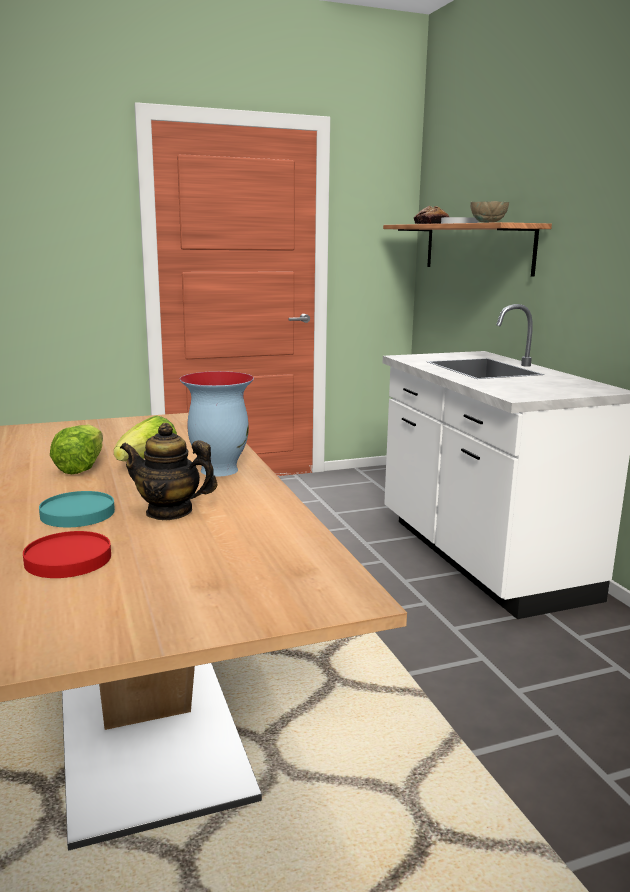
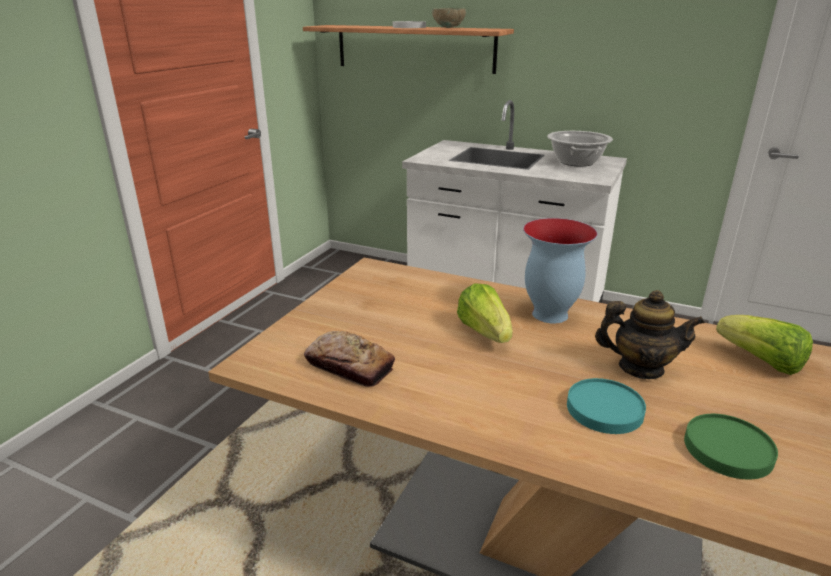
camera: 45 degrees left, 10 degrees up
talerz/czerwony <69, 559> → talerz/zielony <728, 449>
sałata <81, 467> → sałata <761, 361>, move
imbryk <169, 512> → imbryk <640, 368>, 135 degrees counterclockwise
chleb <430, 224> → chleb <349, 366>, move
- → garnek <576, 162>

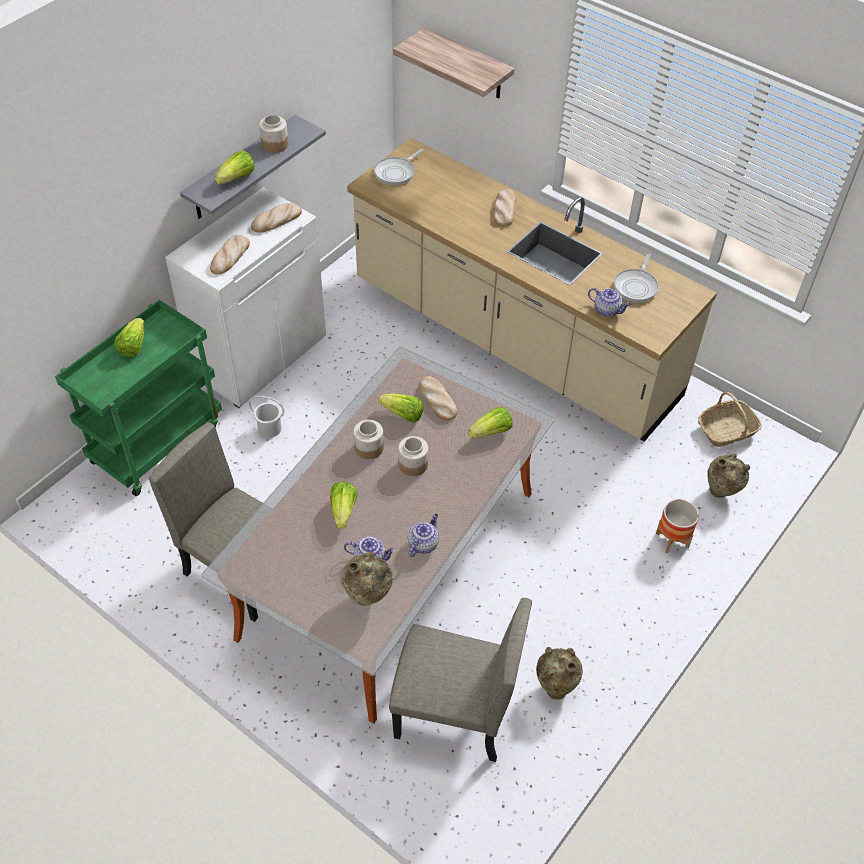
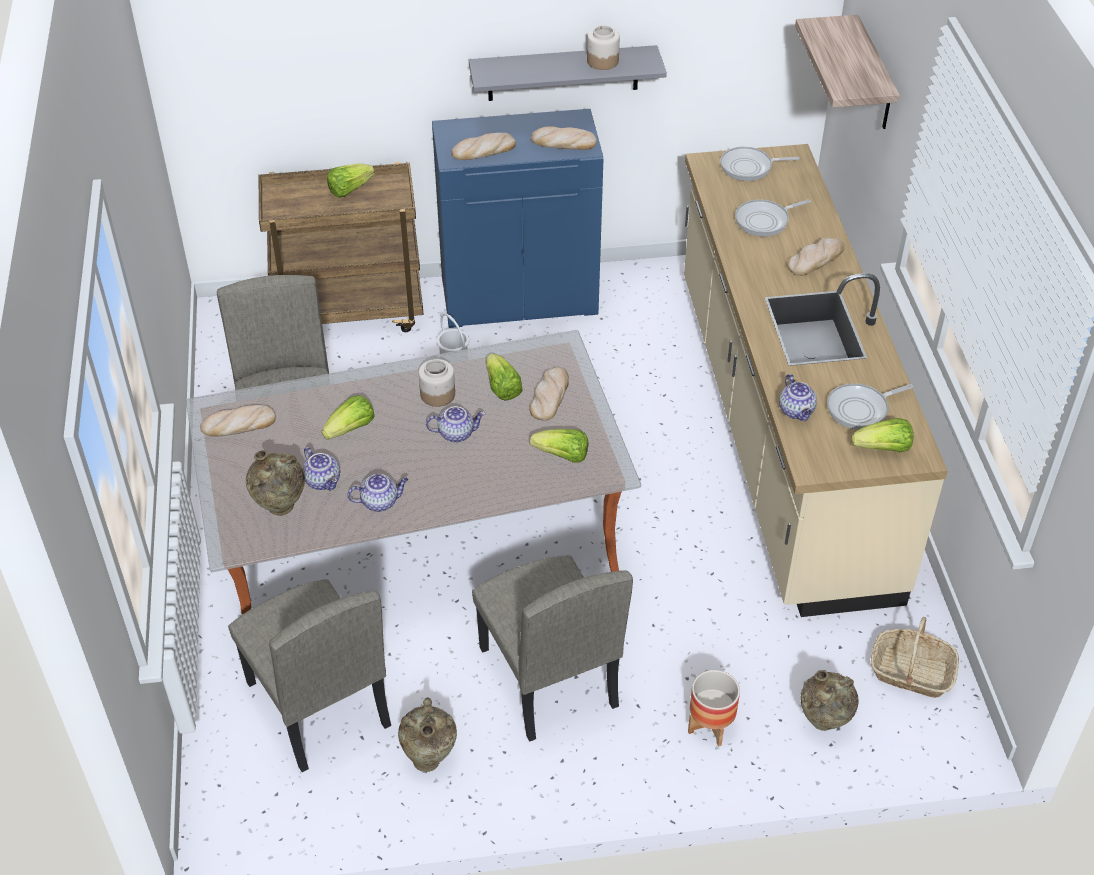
camera: 45 degrees right, 5 degrees down
wózek/zielony <157, 442> → wózek/brązowy <351, 312>
szafka/biały <260, 355> → szafka/niebieski <520, 295>
sałata <237, 178> → sałata <883, 448>, move
słoik <412, 464> → imbryk <456, 433>
- → chleb <238, 424>
- → krzesło/beżowy <547, 677>
- → patelnia <765, 221>

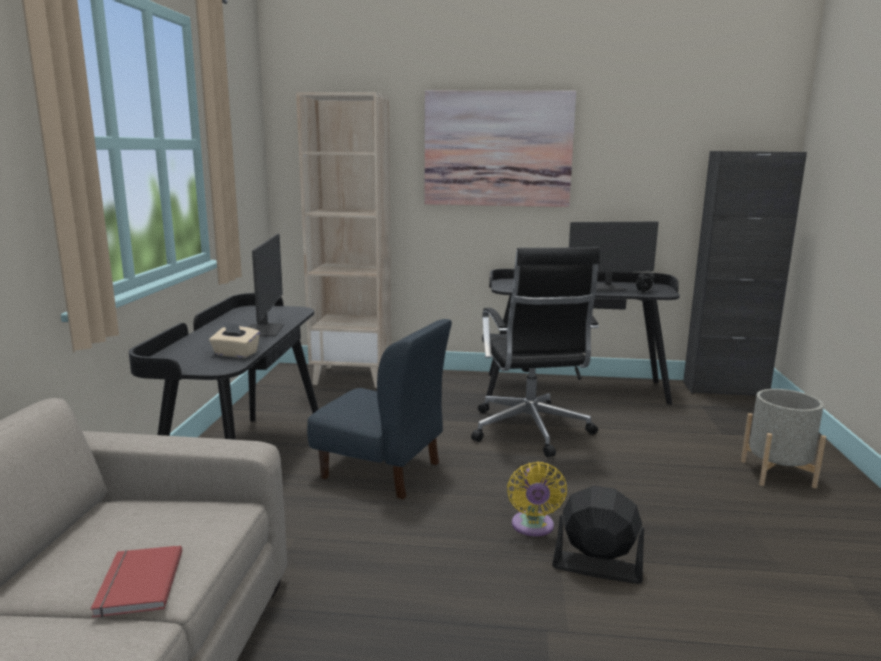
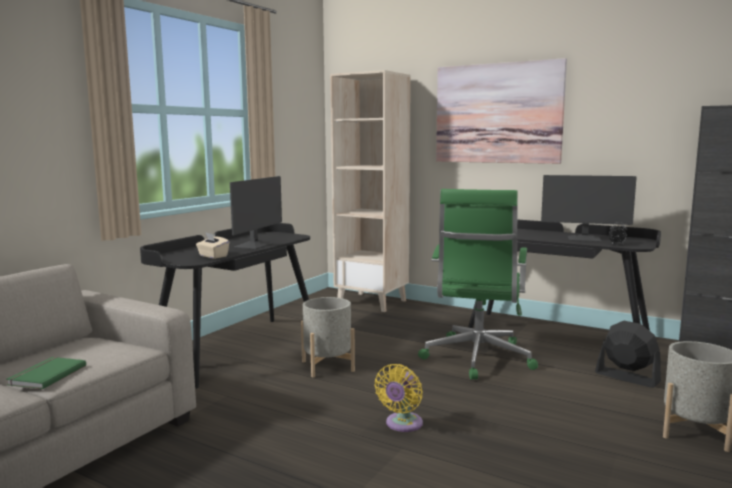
camera: 25 degrees right, 5 degrees down
książka/czerwony <136, 584> → książka/zielony <46, 375>
krzesło/niebieski <382, 470> → donica/szary <327, 366>
krzesło biurowe/czarny <530, 431> → krzesło biurowe/zielony <477, 359>
wentylator/czarny <596, 567> → wentylator/czarny <626, 377>, move

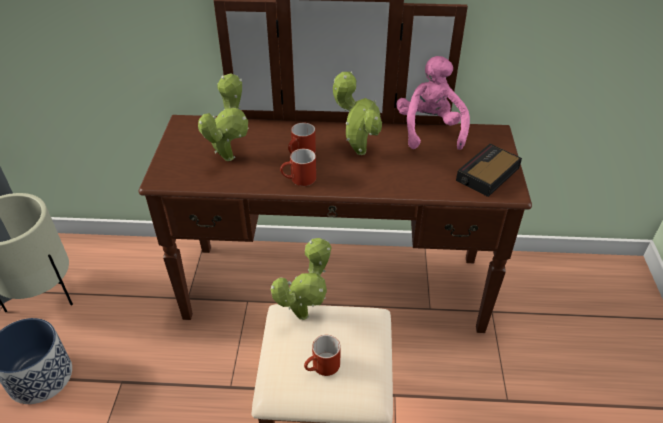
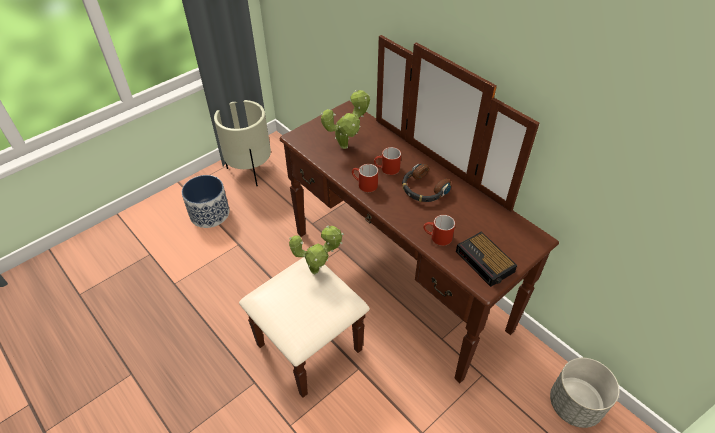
camera: 45 degrees right, 5 degrees up
kubek/czerwony <322, 368> → kubek/czerwony <437, 238>, move
roślina doniczkowa <357, 150> → słuchawki <423, 189>
pluszak/różowy <429, 130> → -
budzik <487, 175> → budzik <485, 262>, 120 degrees counterclockwise
- → donica/szary <574, 404>

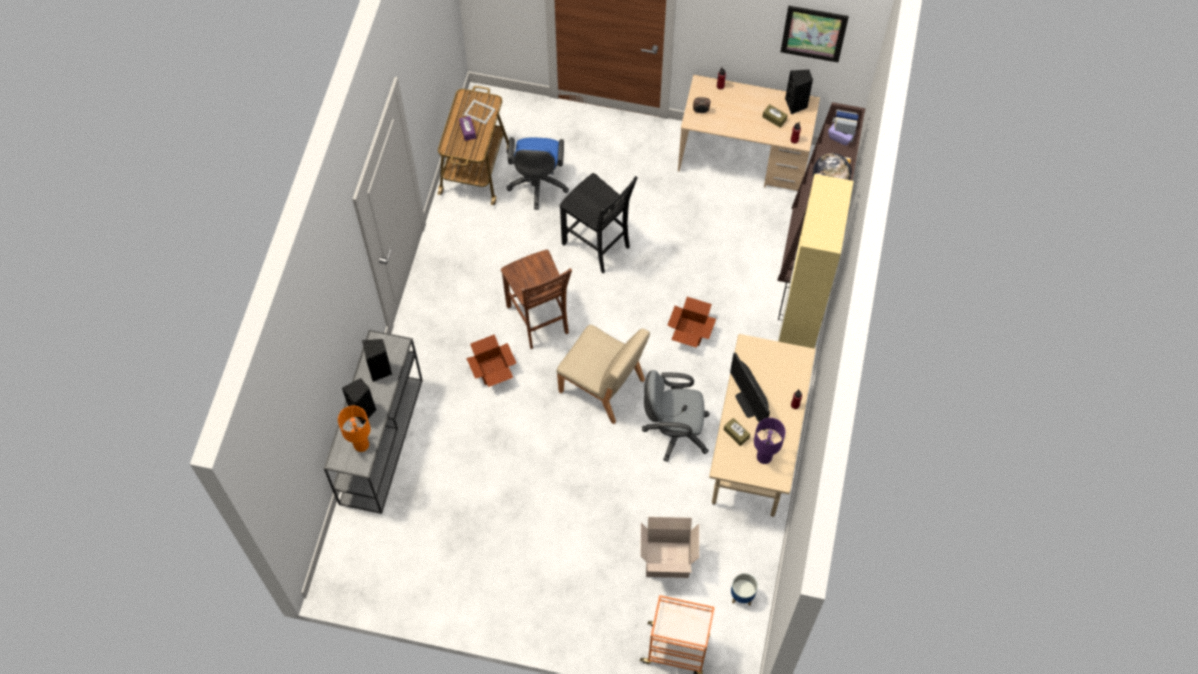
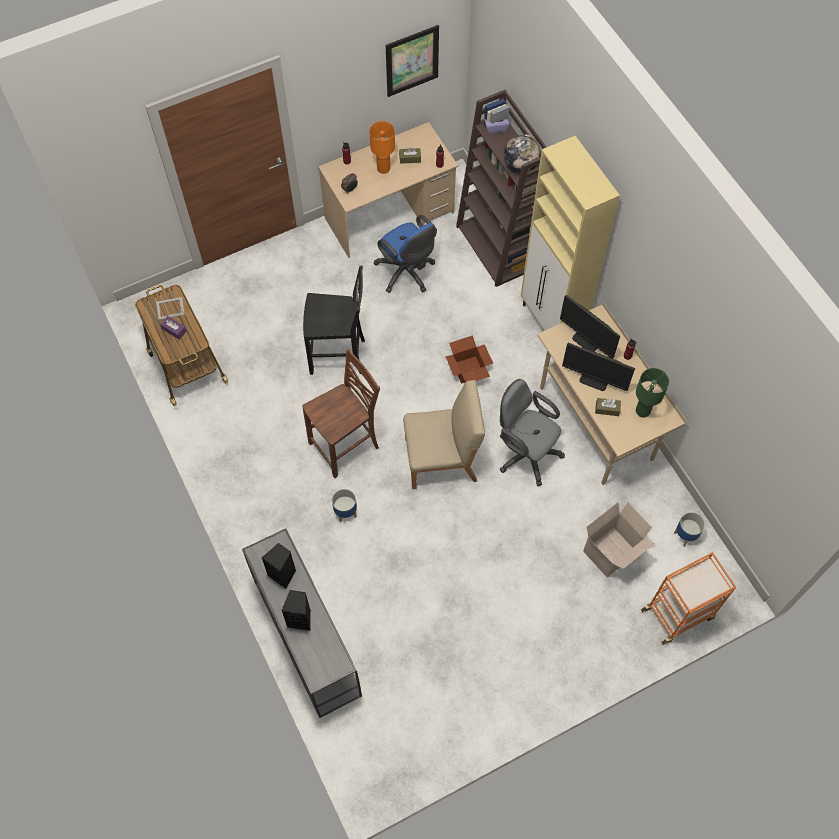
camera: 40 degrees left, 0 degrees up
lampa stołowa/pomarańczowy <361, 445> → lampa stołowa/pomarańczowy <383, 169>, move
karton <492, 370> → donica <345, 512>
krzesło/brązowy <538, 320> → krzesło/brązowy <346, 446>, 60 degrees counterclockwise
krzesło biurowe/niebieski <537, 185> → krzesło biurowe/niebieski <407, 273>, move
krzesło biurowe/szary <673, 431> → krzesło biurowe/szary <525, 452>, 75 degrees clockwise
lampa stołowa/fioletowy <764, 456> → lampa stołowa/zielony <643, 410>
głośnik/czarny <796, 105> → -
- → monitor <587, 340>

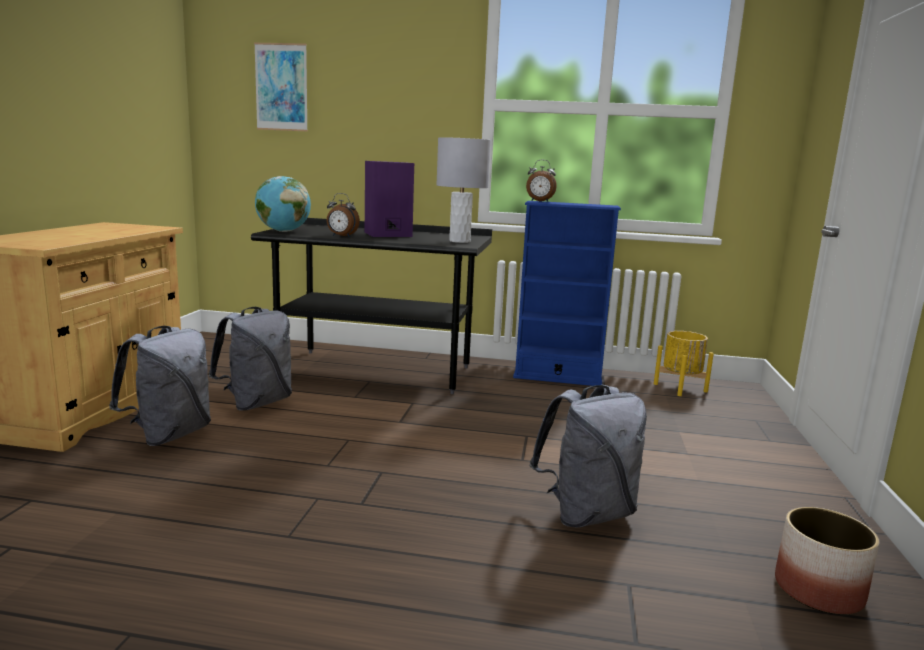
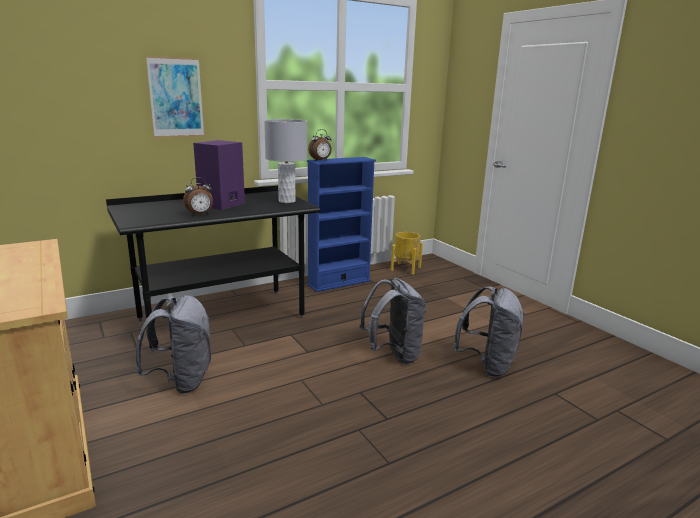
camera: 40 degrees left, 5 degrees up
plecak/szary <169, 435> → plecak/szary <393, 355>, move
obraz <281, 87> → obraz <176, 97>, move
globus <283, 231> → -
donica <818, 591> → -

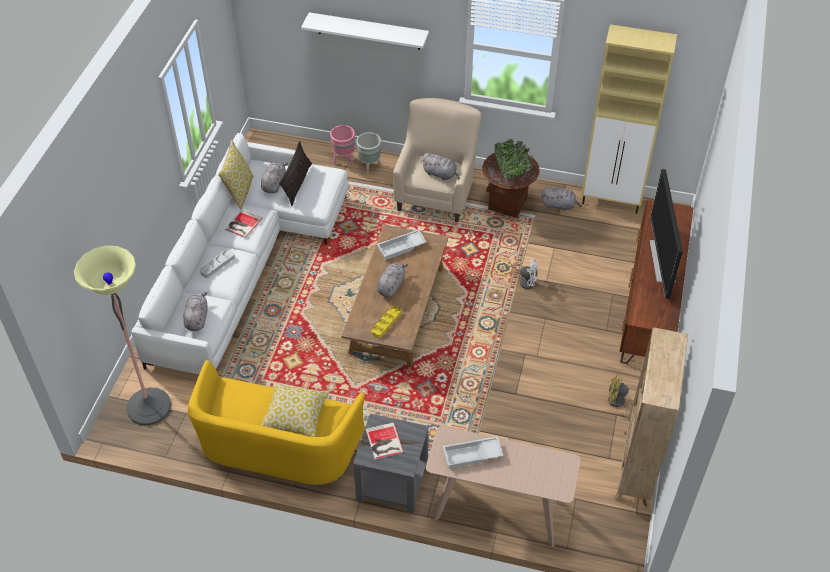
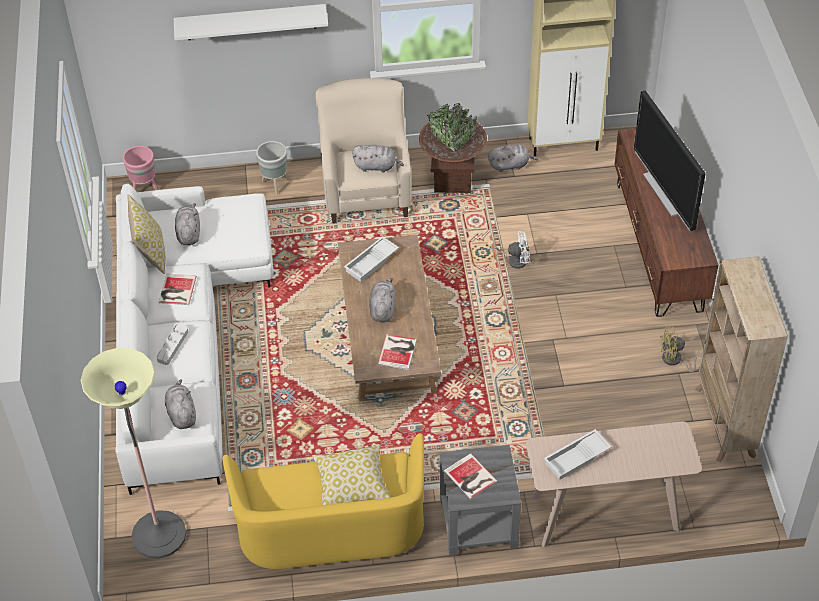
camera: 20 degrees left, 0 degrees up
poduszka <297, 183> → -
donica/różowy <343, 160> → donica/różowy <144, 188>, move
taca/żółty <386, 323> → książka <398, 351>

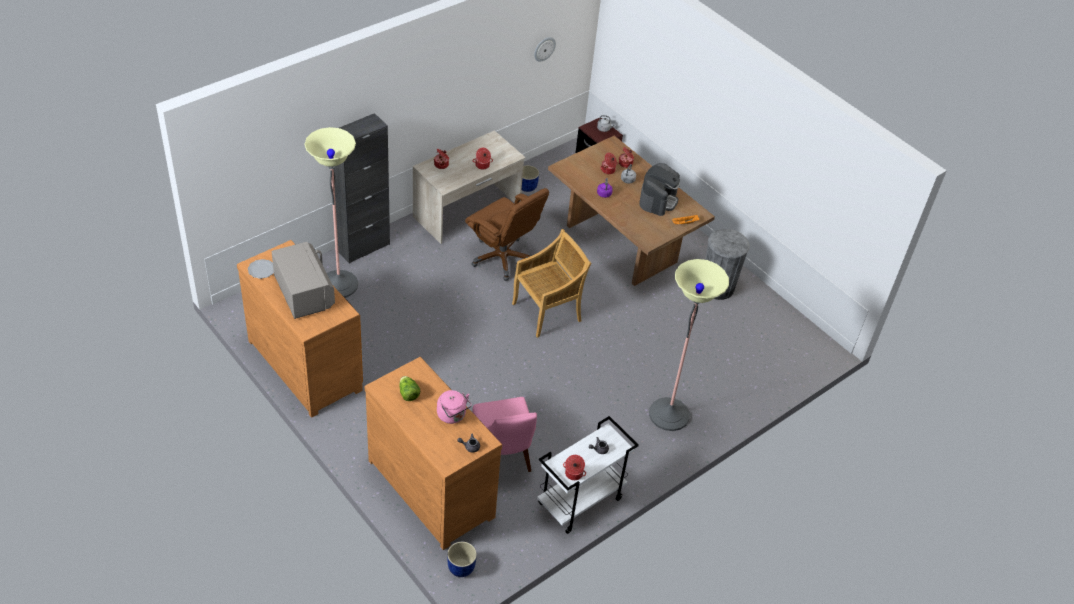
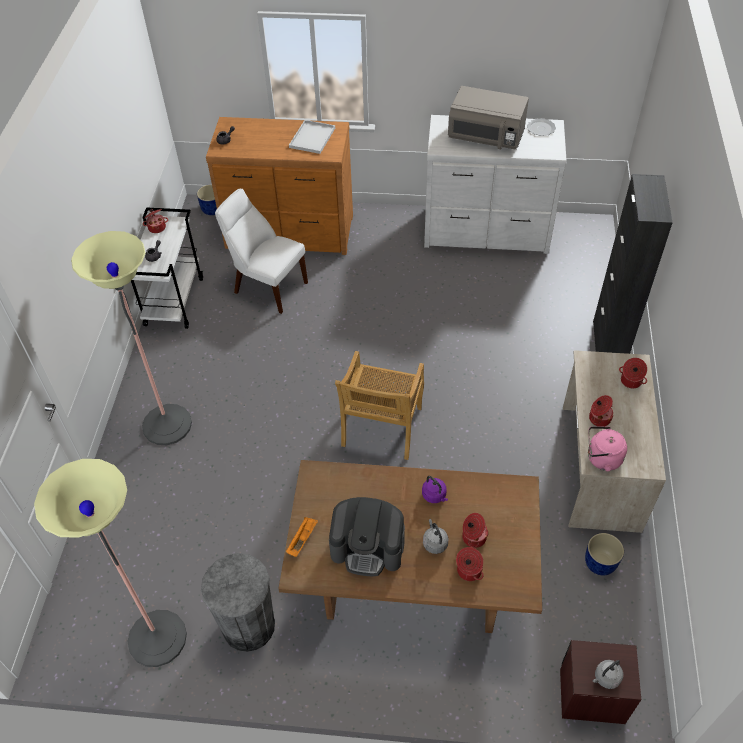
camera: 140 degrees right, 5 degrees up
komoda/brązowy <306, 364> → komoda/biały <487, 232>
lampa stojąca <339, 285> → lampa stojąca <157, 638>, move
sałata <408, 394> → taca/biały <312, 137>
czajnik/różowy <452, 416> → czajnik/różowy <601, 458>, move
krzesło biurowe/brązowy <503, 258> → -
krzesło/różowy <503, 455> → krzesło/biały <268, 286>
zegar ścienny <544, 48> → -
ekspres do kawy <658, 200> → ekspres do kawy <368, 547>, 60 degrees counterclockwise

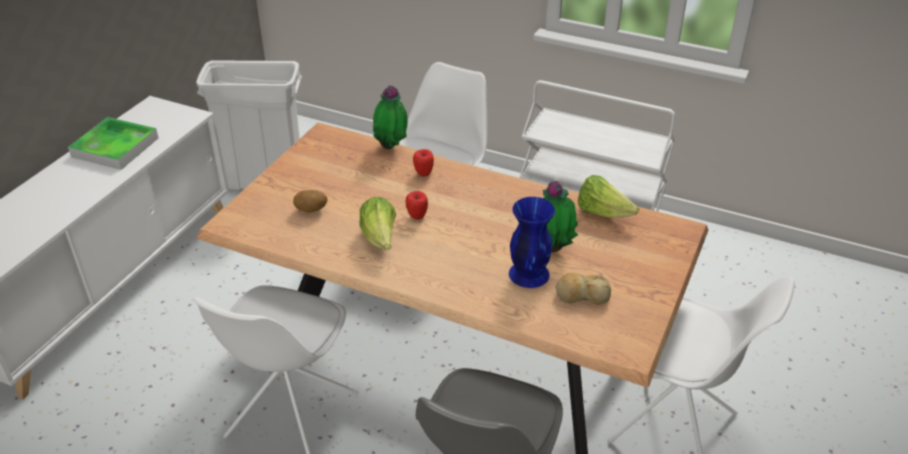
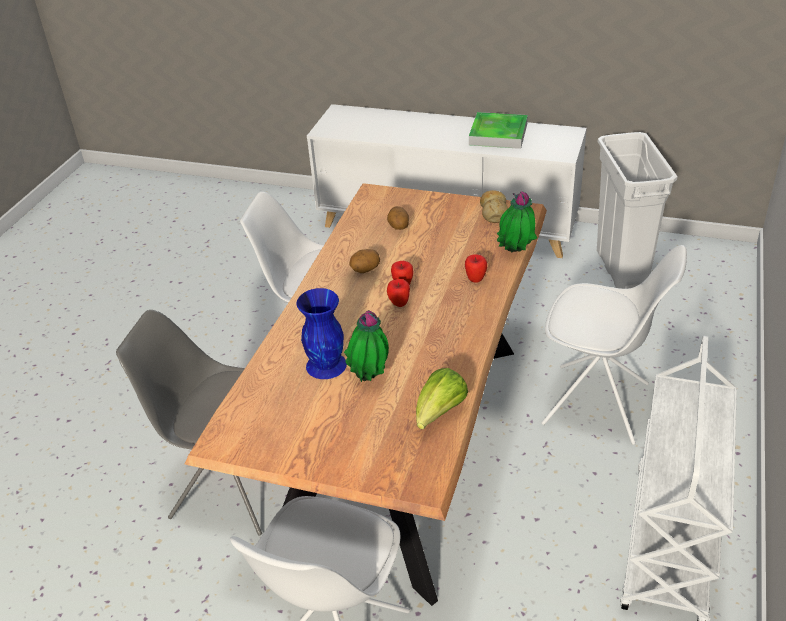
camera: 85 degrees right, 0 degrees up
sałata <380, 238> → ziemniak <365, 270>
chleb <582, 295> → chleb <493, 211>, move
- → jabłko <399, 304>

